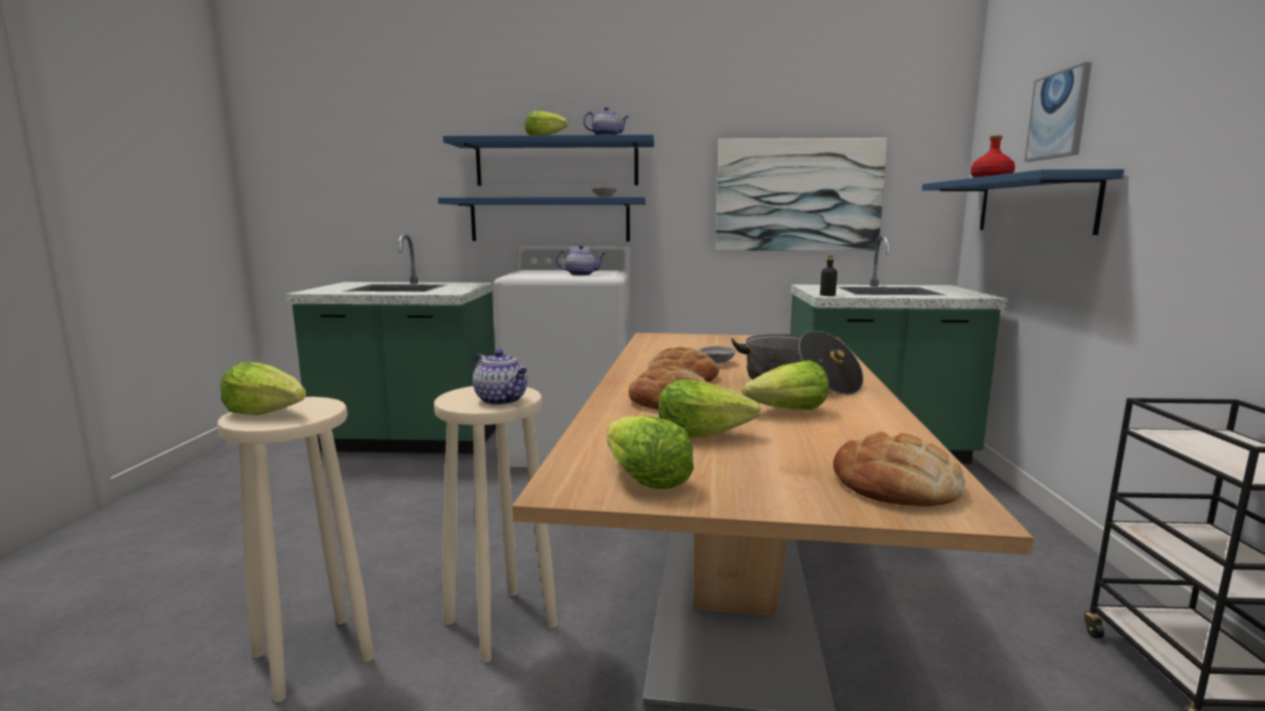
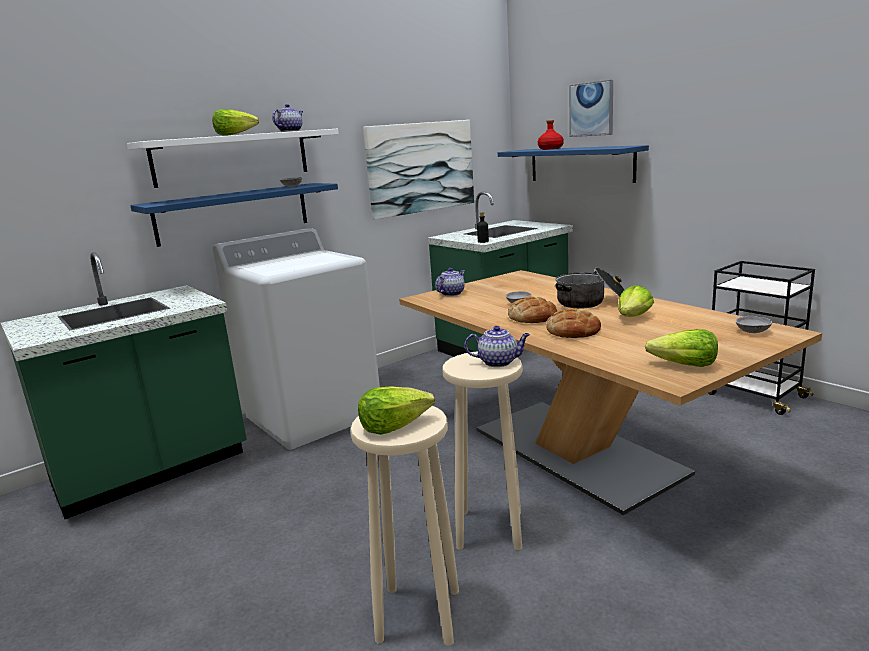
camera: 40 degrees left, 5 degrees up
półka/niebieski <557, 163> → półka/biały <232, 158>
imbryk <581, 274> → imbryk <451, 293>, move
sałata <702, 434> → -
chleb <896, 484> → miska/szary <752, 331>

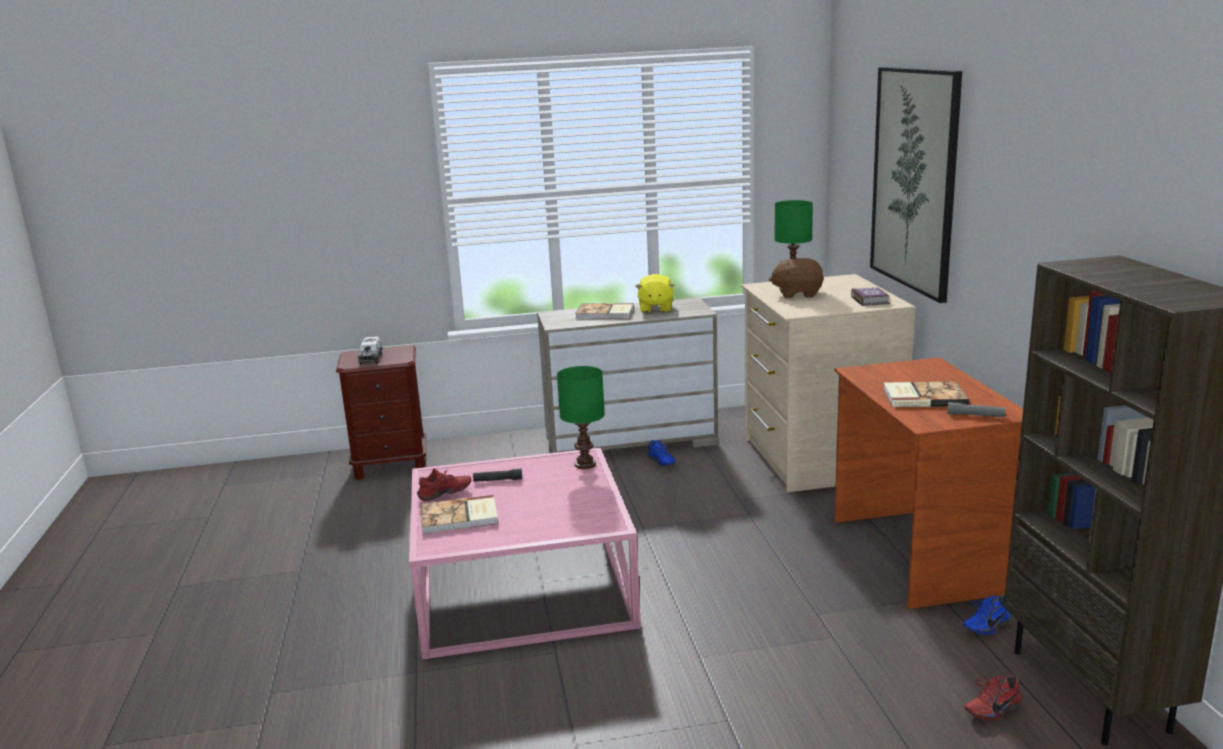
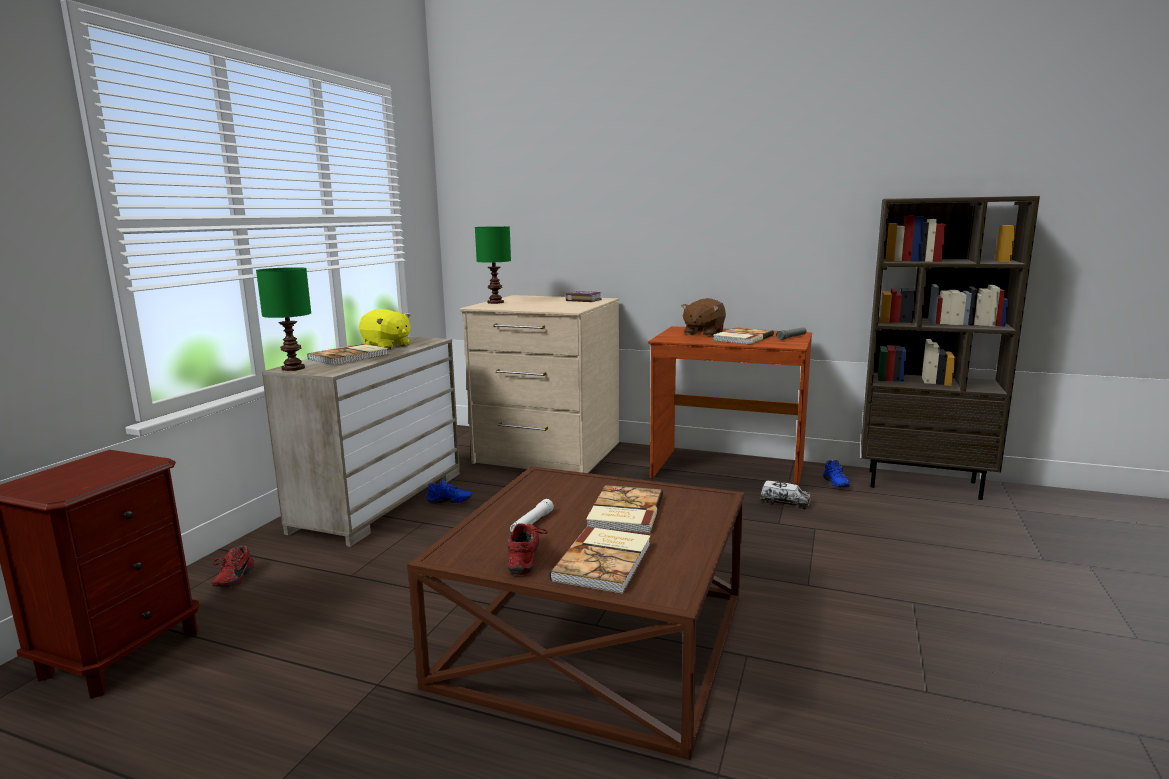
camera: 60 degrees left, 5 degrees down
ciężarówka zabawkowa <371, 358> → ciężarówka zabawkowa <785, 503>, move
ława/różowy <521, 587> → ława/brązowy <594, 639>
latarka/czarny <497, 480> → latarka/biały <532, 523>
lampa stołowa/zielony <584, 465> → lampa stołowa/zielony <293, 368>, move
pluszak/brązowy <797, 294> → pluszak/brązowy <703, 333>, move
obraz <914, 179> → -
but/czerwony <991, 708> → but/czerwony <232, 579>, move
- → książka <624, 512>

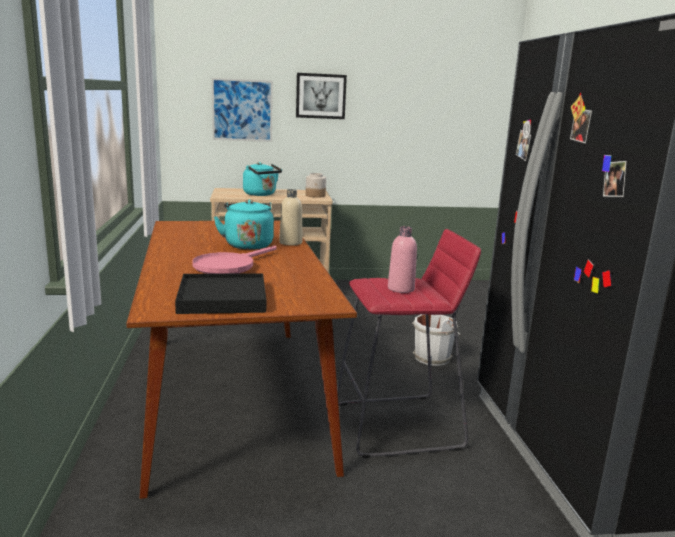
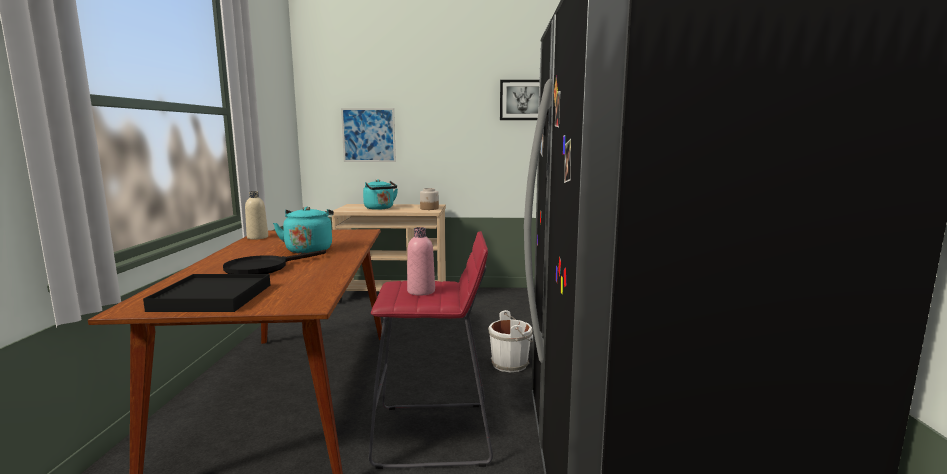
camera: 10 degrees right, 5 degrees down
patelnia/różowy <229, 265> → patelnia/czarny <264, 268>
butelka/beżowy <290, 243> → butelka/beżowy <257, 237>, move
obraz <320, 96> → obraz <522, 100>, move

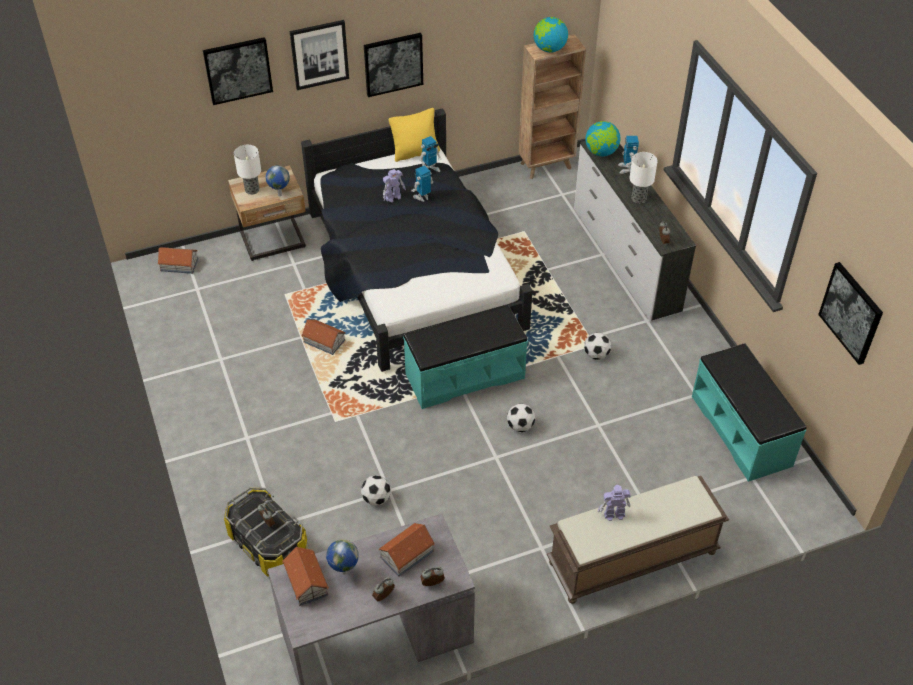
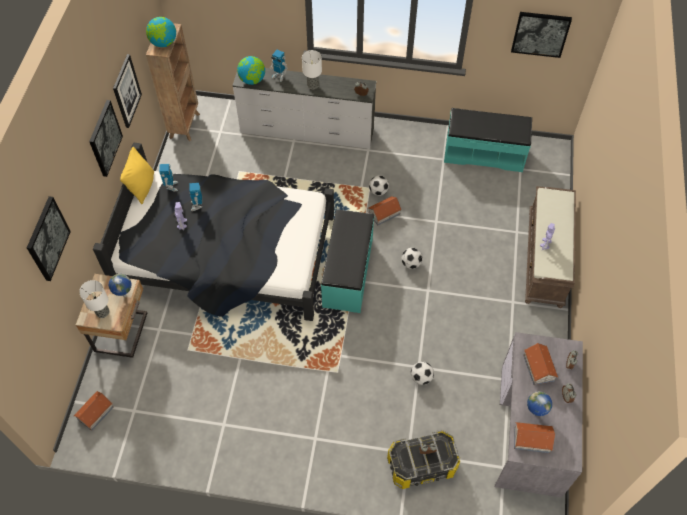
camera: 60 degrees left, 10 degrees up
obraz <319, 54> → obraz <126, 91>, move
domek <324, 341> → domek <384, 213>, move

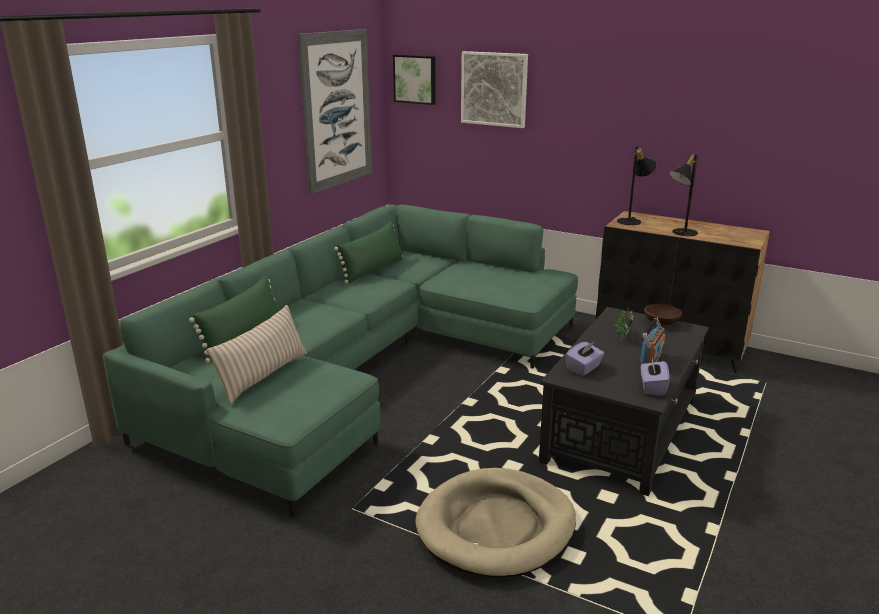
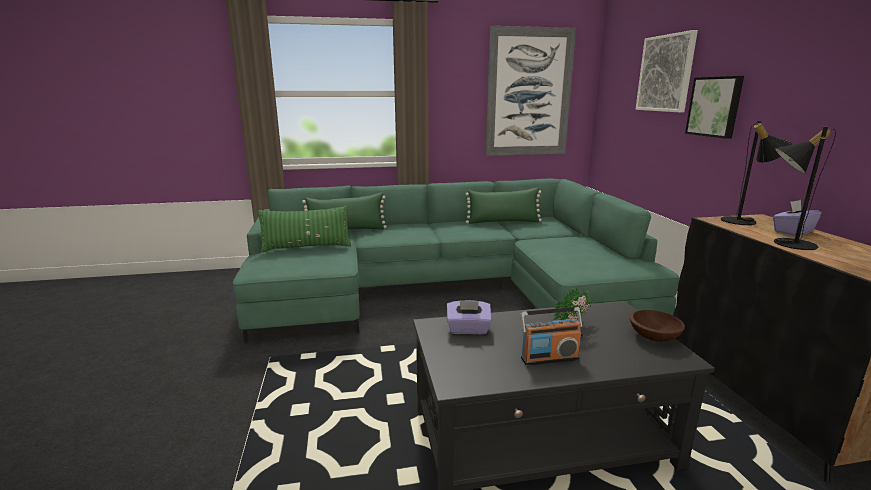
camera: 50 degrees right, 5 degrees down
poduszka/beżowy <263, 375> → poduszka/zielony <306, 247>
obraz <415, 79> → obraz <715, 106>, move
legowisko/beżowy <496, 527> → -
pudełko chusteczek/fioletowy <652, 387> → pudełko chusteczek/fioletowy <792, 232>, move

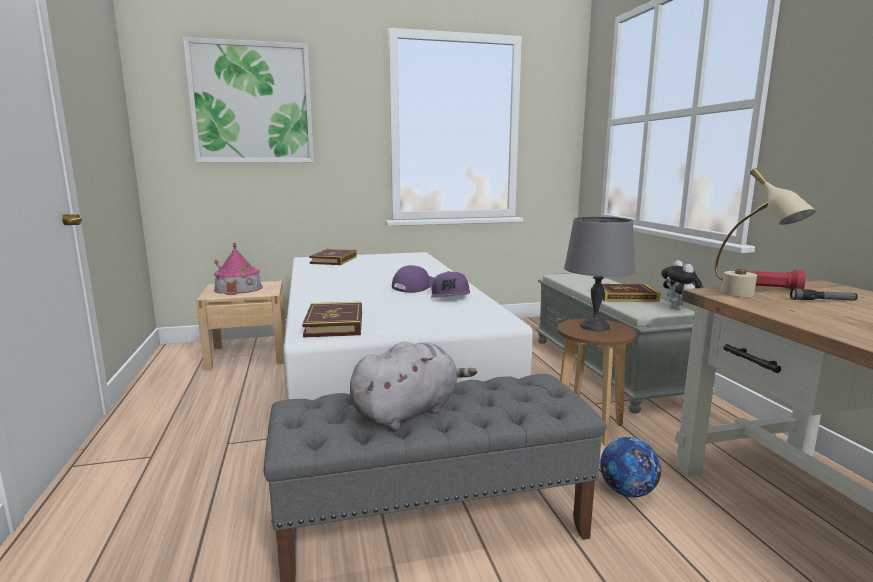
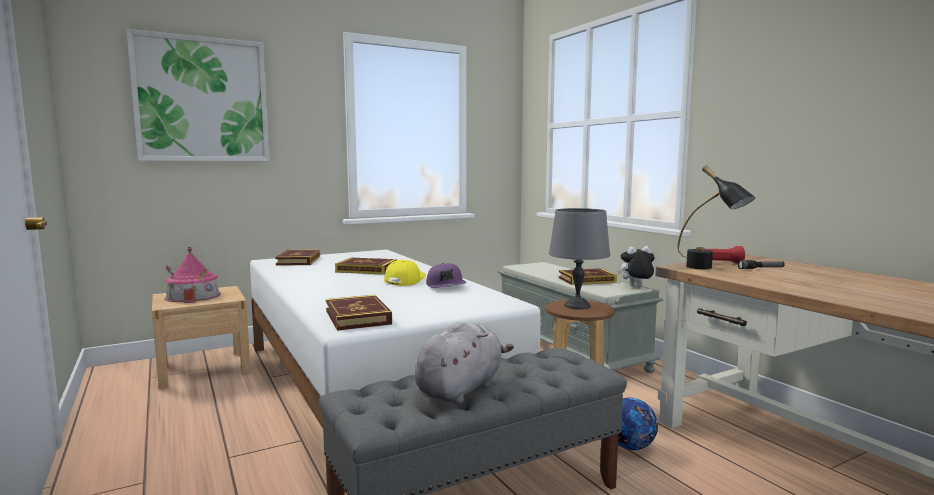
camera: 15 degrees left, 5 degrees down
czapka z daszkiem/fioletowy <414, 286> → czapka z daszkiem/żółty <404, 280>
pluszak <679, 309> → pluszak <636, 287>, 105 degrees clockwise
lampa stołowa/beżowy <750, 297> → lampa stołowa/czarny <709, 269>
- → książka <366, 270>

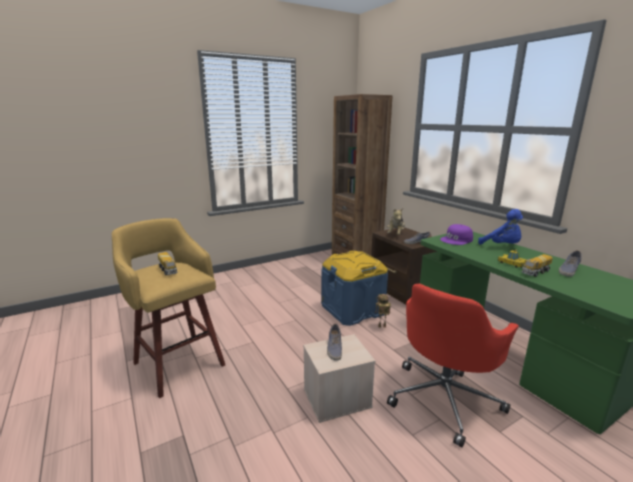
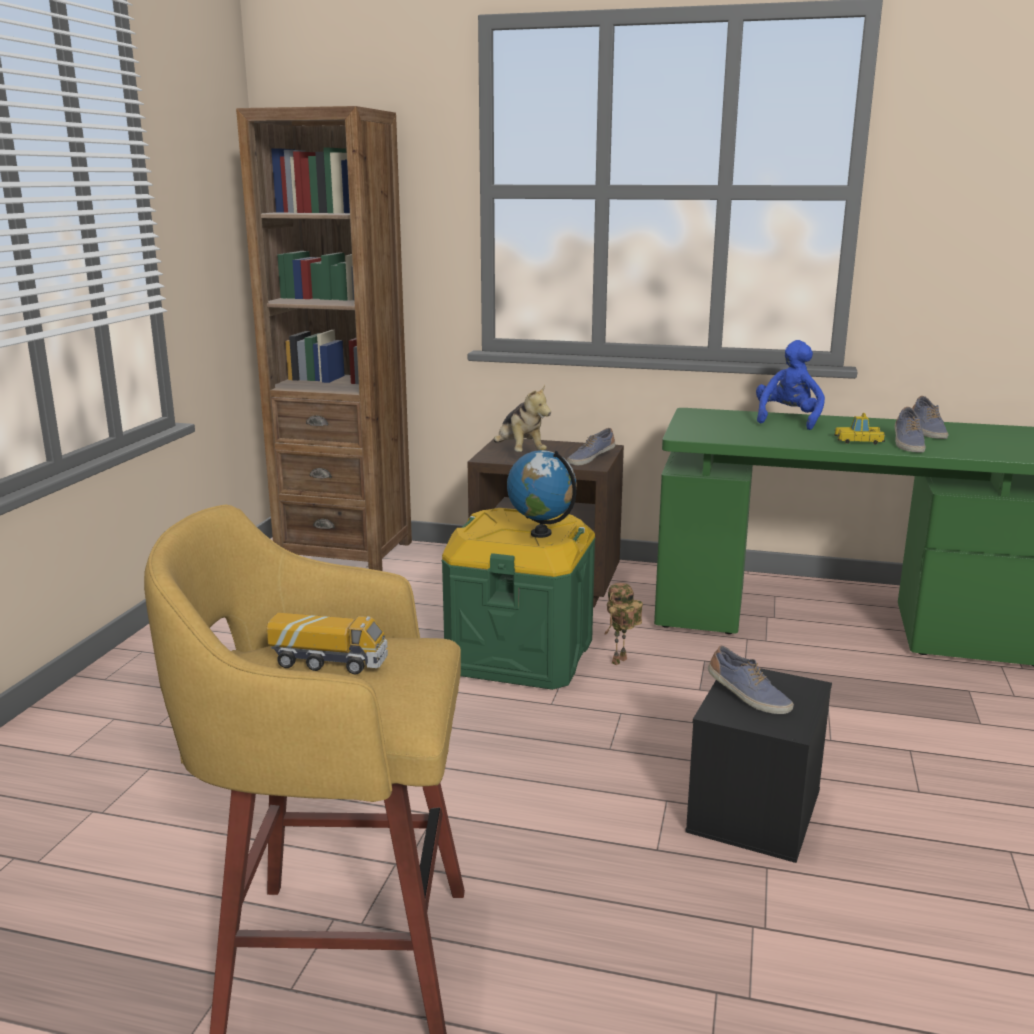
camera: 45 degrees left, 0 degrees up
pojemnik do przechowywania/beżowy <336, 399> → pojemnik do przechowywania/czarny <756, 812>
pojemnik do przechowywania/niebieski <353, 309> → pojemnik do przechowywania/zielony <520, 655>
krzesło biurowe/czerwony <444, 397> → -
czapka z daszkiem/fioletowy <457, 240> → -
pluszak/niebieski <502, 246> → pluszak/niebieski <787, 420>, 75 degrees counterclockwise
ciężarówka zabawkowa <535, 272> → but <907, 444>
- → globus <541, 534>

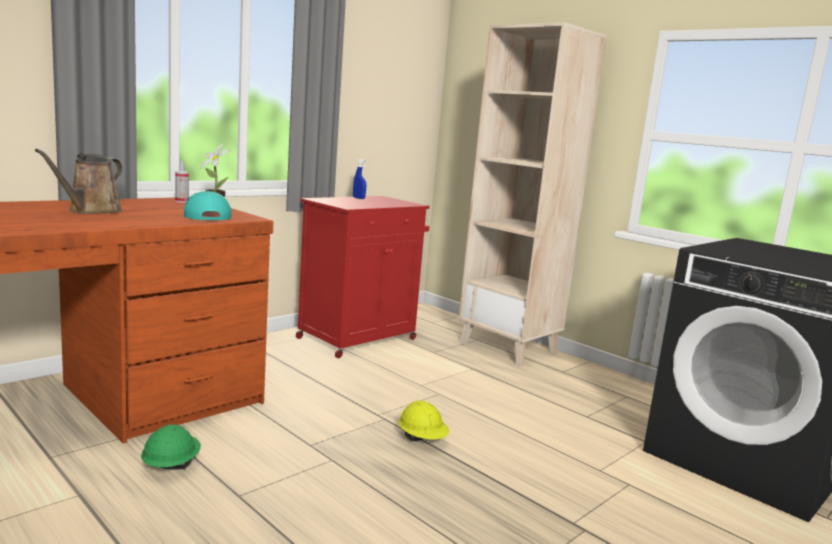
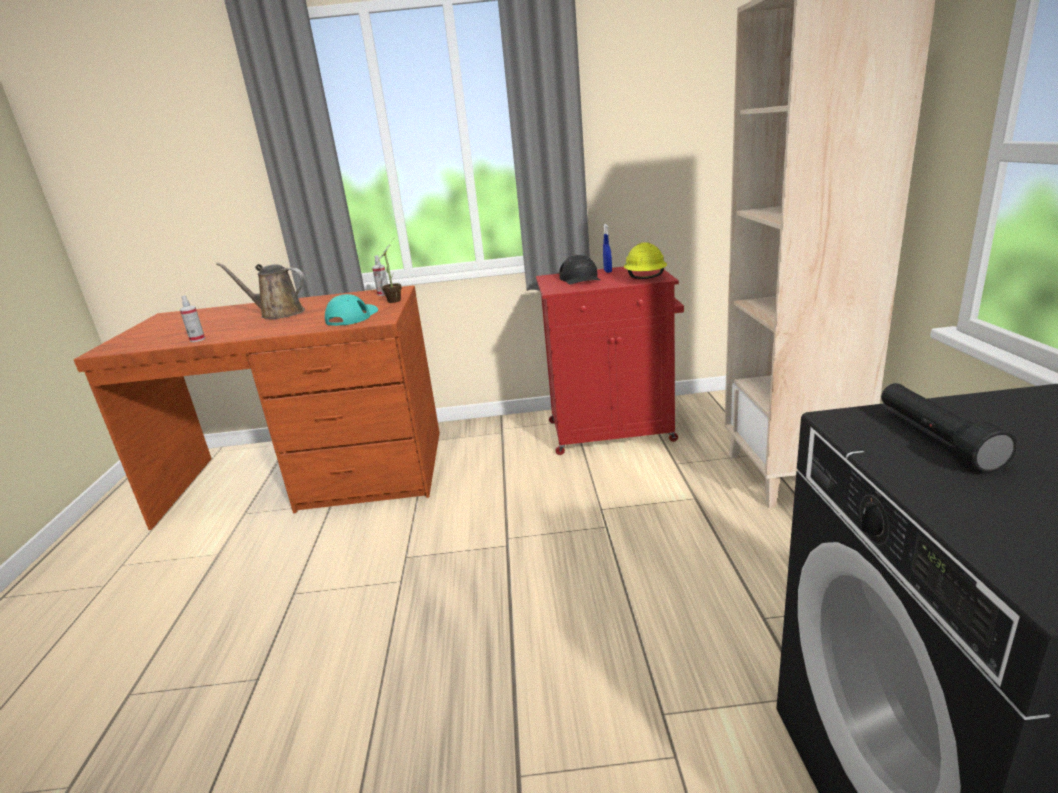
camera: 45 degrees right, 10 degrees up
konewka/brązowy <91, 211> → konewka/brązowy <278, 314>, 45 degrees clockwise
kask/zielony <171, 466> → -
kask/żółty <422, 439> → kask/żółty <645, 279>, move
- → spryskiwacz <197, 339>
- → czapka z daszkiem/czarny <580, 278>
- → latarka/czarny <934, 439>

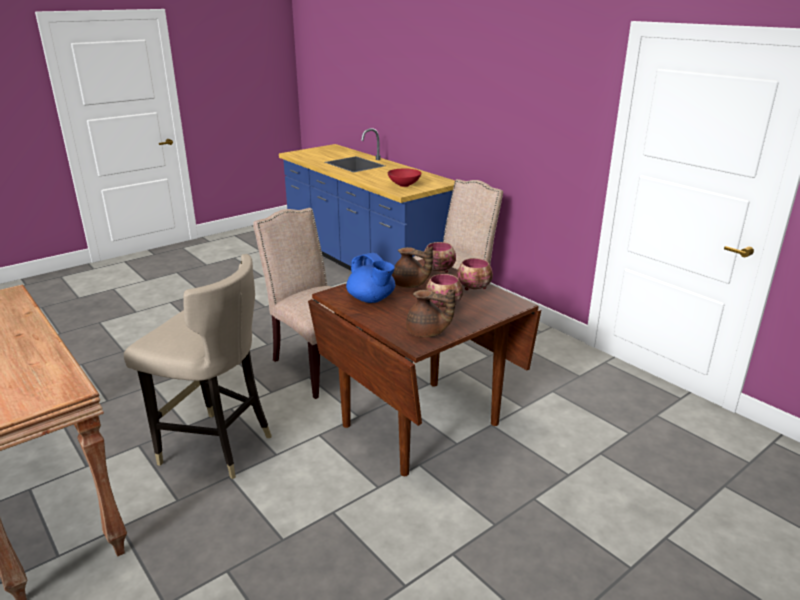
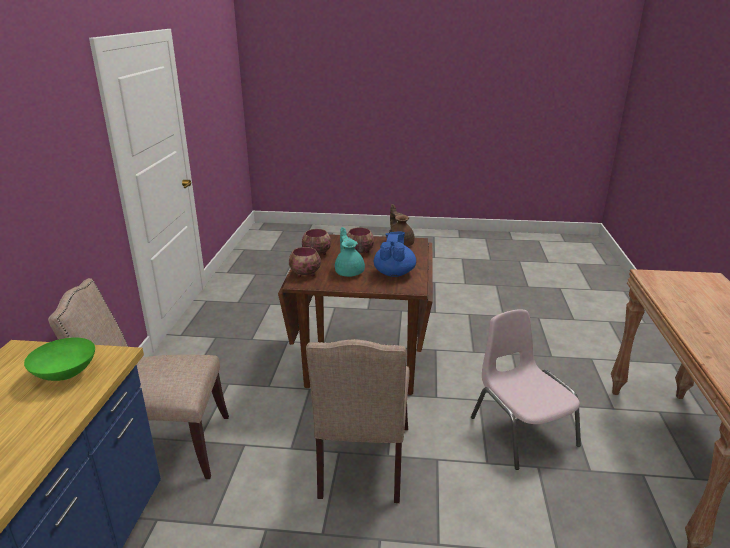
camera: 135 degrees left, 0 degrees up
stołek/beżowy <215, 447> → krzesło/różowy <521, 430>
miska/czerwony <405, 185> → miska/zielony <65, 374>
imbryk/brązowy <410, 285> → imbryk/turkusowy <349, 272>

